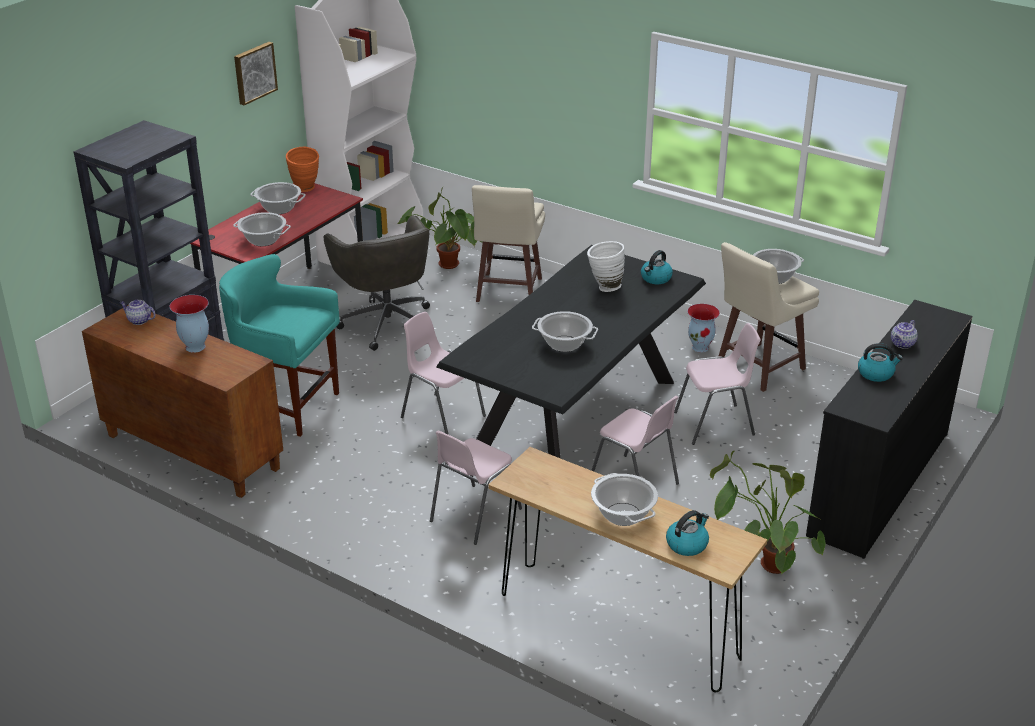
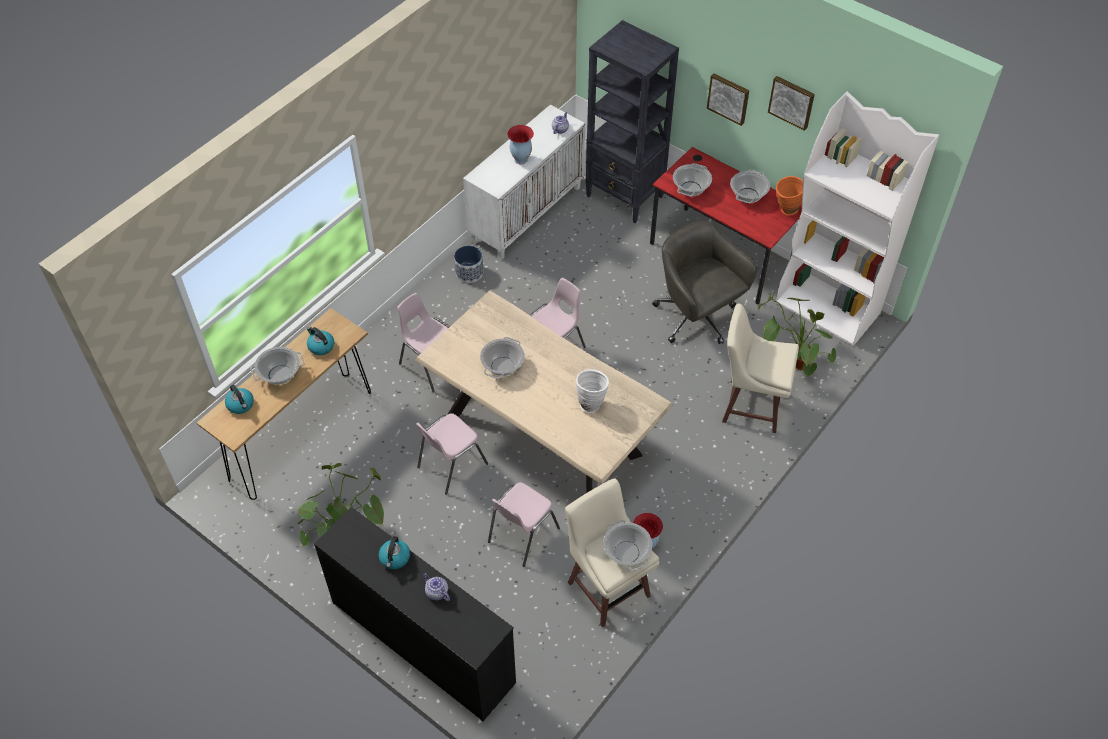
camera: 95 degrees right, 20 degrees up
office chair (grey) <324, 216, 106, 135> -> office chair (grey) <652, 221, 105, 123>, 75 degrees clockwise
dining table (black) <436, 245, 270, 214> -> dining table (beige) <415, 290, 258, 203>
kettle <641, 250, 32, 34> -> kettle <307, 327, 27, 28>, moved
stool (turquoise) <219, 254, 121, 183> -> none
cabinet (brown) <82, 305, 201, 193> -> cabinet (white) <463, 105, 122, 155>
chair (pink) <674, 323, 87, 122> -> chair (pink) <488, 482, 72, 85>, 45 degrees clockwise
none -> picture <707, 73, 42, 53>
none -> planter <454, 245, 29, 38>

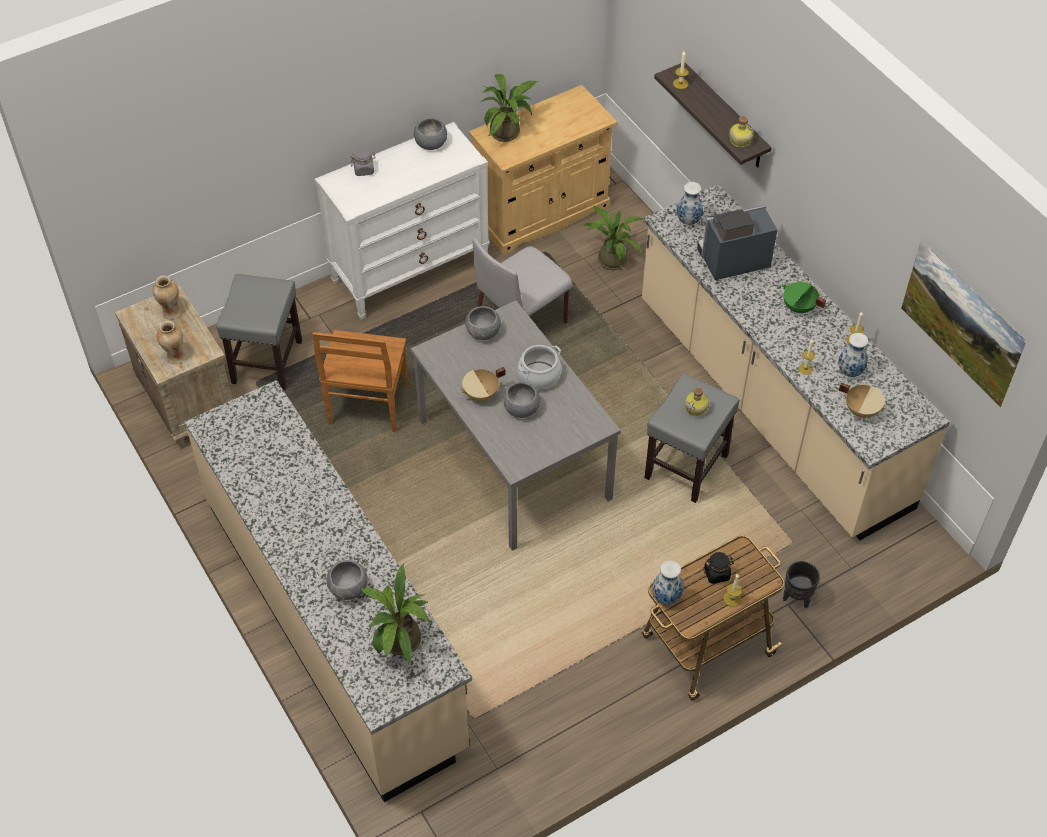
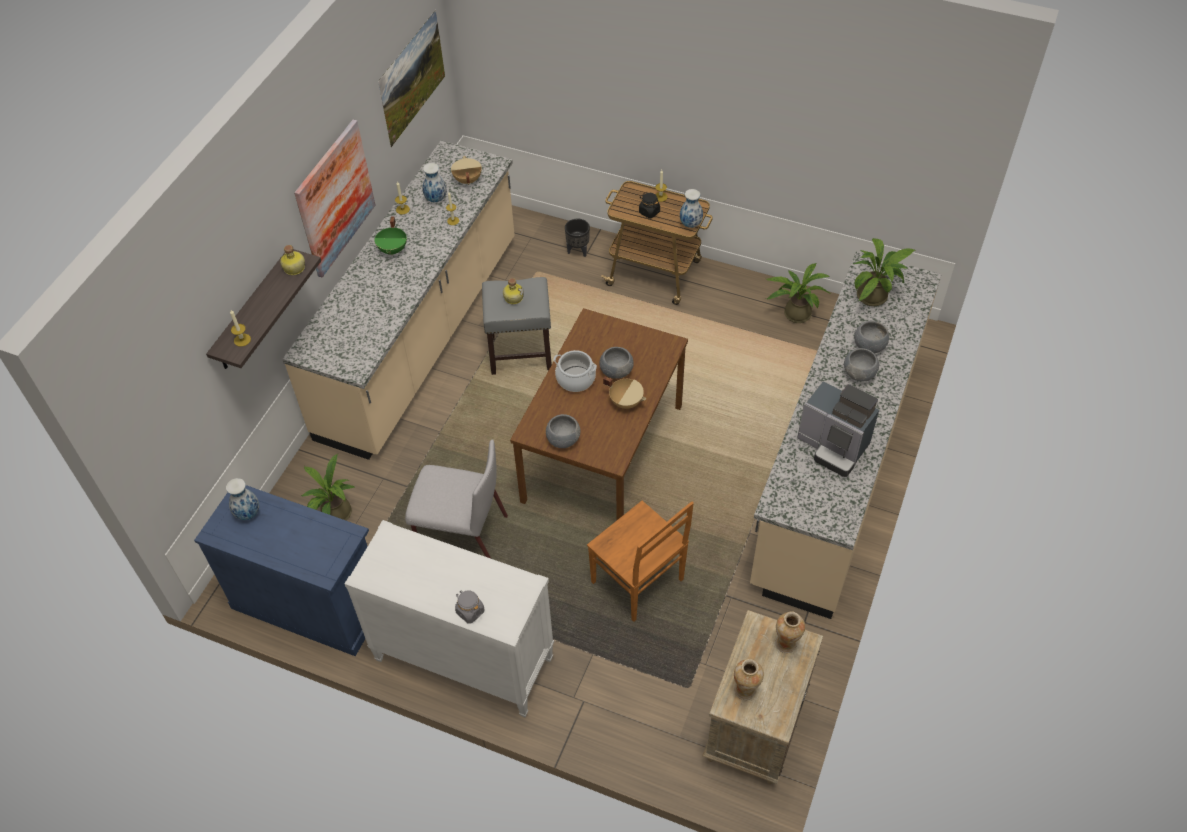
camera: 125 degrees left, 0 degrees up
potted plant <480, 74, 58, 68> -> potted plant <766, 263, 64, 60>, moved
cabinet (beige) <469, 85, 148, 170> -> cabinet (blue) <194, 485, 175, 171>
bowl (grey) <414, 118, 33, 32> -> bowl (grey) <844, 348, 35, 34>, moved
vase <677, 182, 26, 43> -> vase <226, 478, 33, 42>, moved
coffee machine <697, 205, 81, 75> -> coffee machine <797, 381, 82, 96>, moved
stool (grey) <216, 274, 86, 116> -> none
dining table (grey) <411, 300, 210, 251> -> dining table (brown) <510, 308, 178, 212>
chair (brown) <312, 330, 96, 102> -> chair (brown) <587, 501, 107, 121>, 75 degrees clockwise
none -> picture <294, 119, 82, 158>

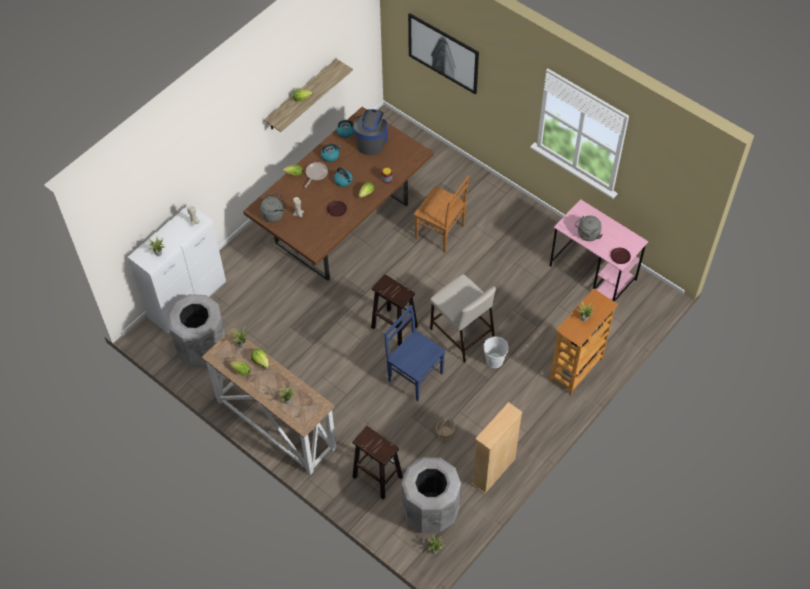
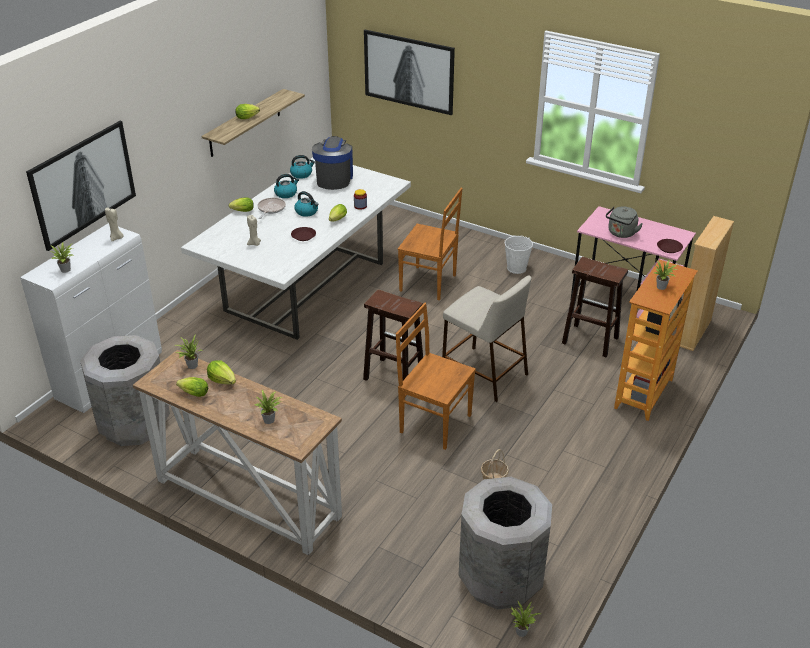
camera: 10 degrees left, 20 degrees down
dining table (brown) <243, 107, 190, 174> -> dining table (white) <181, 157, 230, 183>
kettle (grey) <260, 194, 26, 28> -> none
chair (blue) <384, 305, 61, 96> -> chair (brown) <396, 303, 80, 147>
bucket (white) <483, 336, 26, 32> -> bucket (white) <504, 235, 29, 39>, moved
bookcase (beige) <471, 402, 52, 92> -> bookcase (beige) <680, 216, 54, 135>, moved
stool (brown) <352, 426, 51, 74> -> stool (brown) <562, 257, 66, 100>, moved
none -> picture <26, 121, 110, 130>

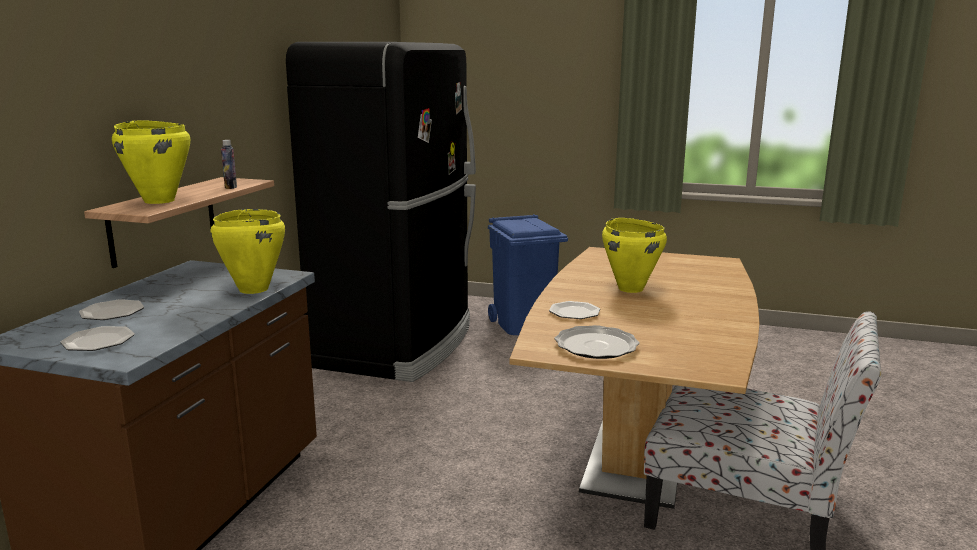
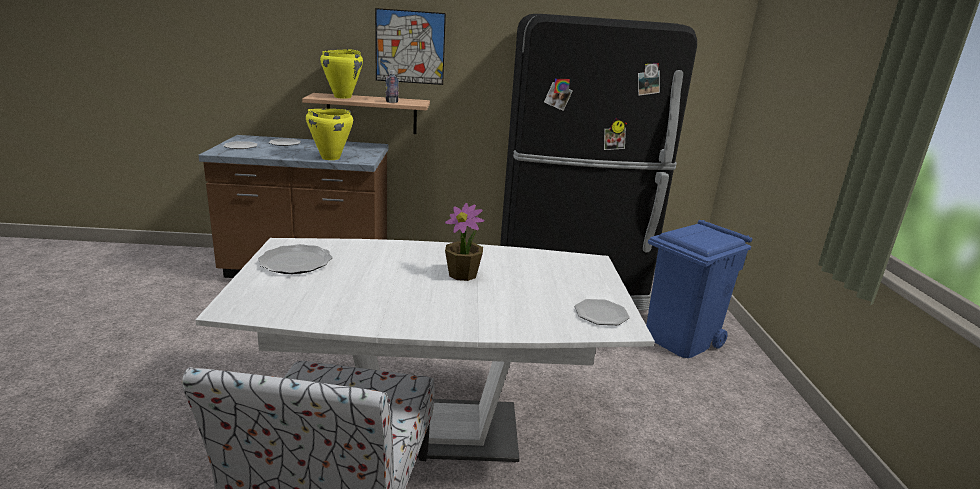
camera: 70 degrees right, 5 degrees up
cooking pot (yellow) <602, 218, 65, 75> -> potted plant <445, 203, 39, 78>
dining table (brown) <510, 247, 249, 262> -> dining table (white) <195, 238, 460, 224>
plate <549, 301, 51, 18> -> plate <575, 299, 55, 26>, moved
none -> picture <375, 8, 71, 77>

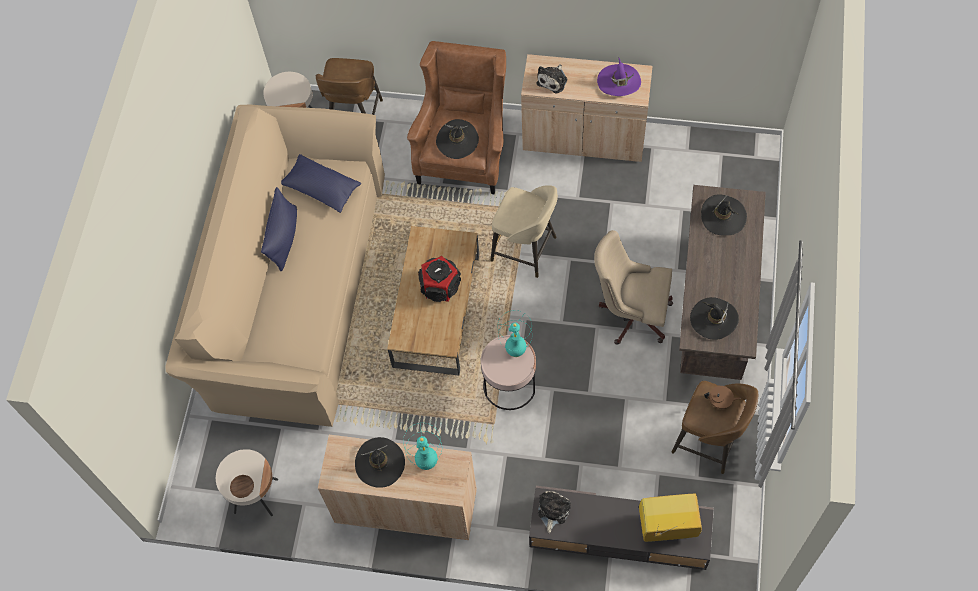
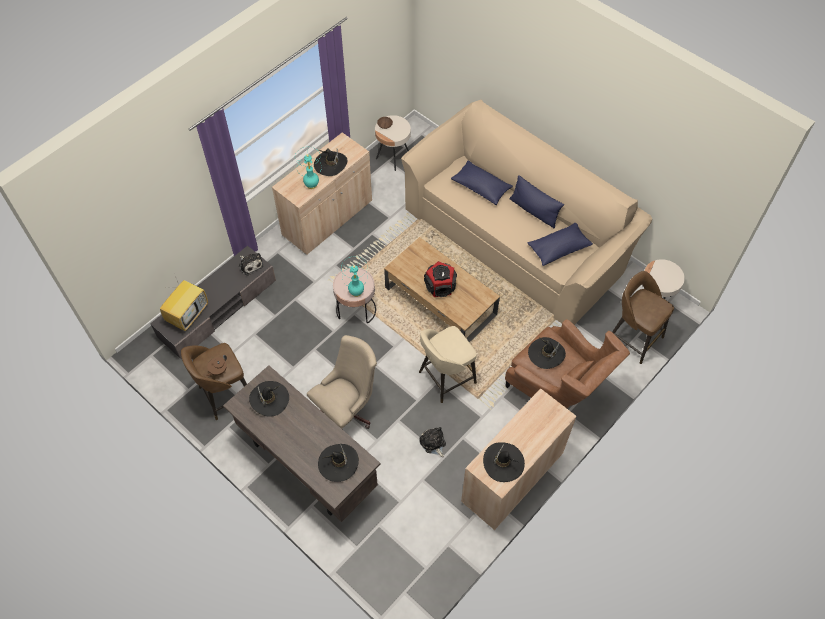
camera: 120 degrees right, 5 degrees down
hat (purple) <597, 57, 44, 39> -> hat (black) <483, 442, 42, 40>
plush toy <536, 64, 31, 30> -> plush toy <419, 427, 27, 30>, moved
none -> pillow (blue) <451, 160, 62, 45>

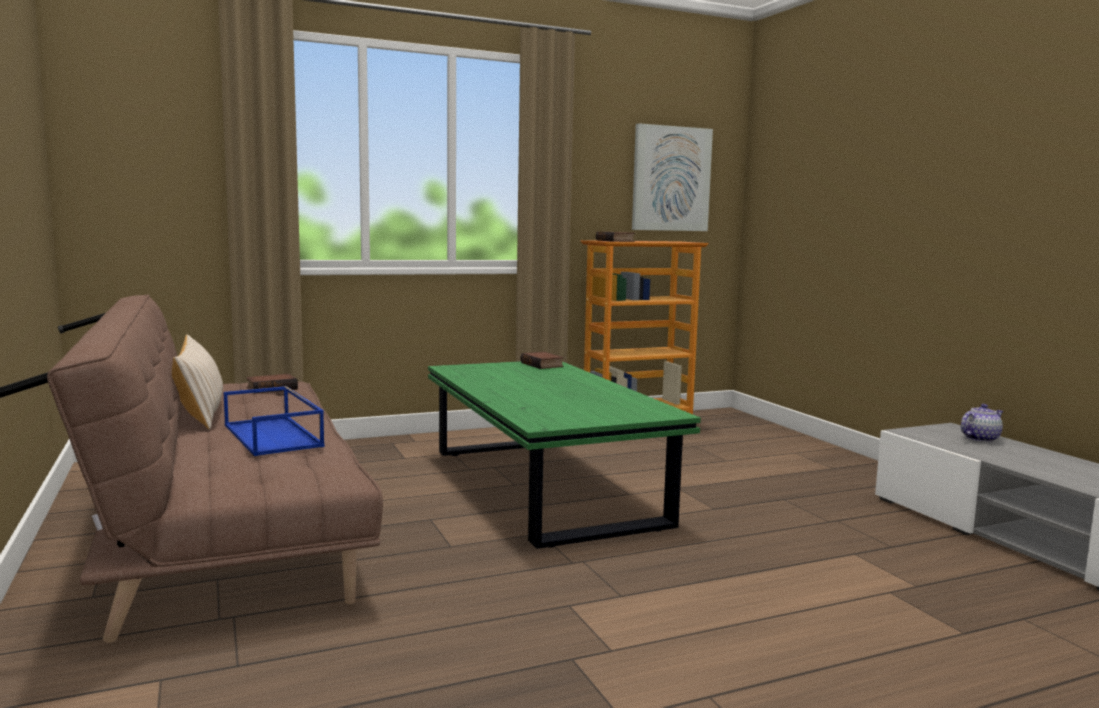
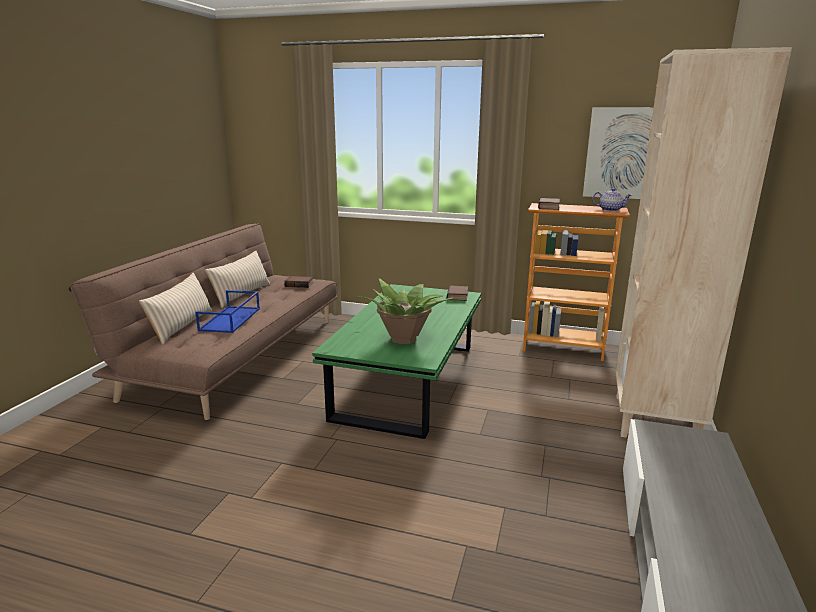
camera: 40 degrees right, 10 degrees up
teapot <961, 404, 42, 38> -> teapot <592, 188, 39, 24>, moved
none -> bookcase (beige) <615, 47, 177, 391>
none -> pillow (beige) <139, 273, 73, 71>
none -> potted plant <358, 278, 95, 66>

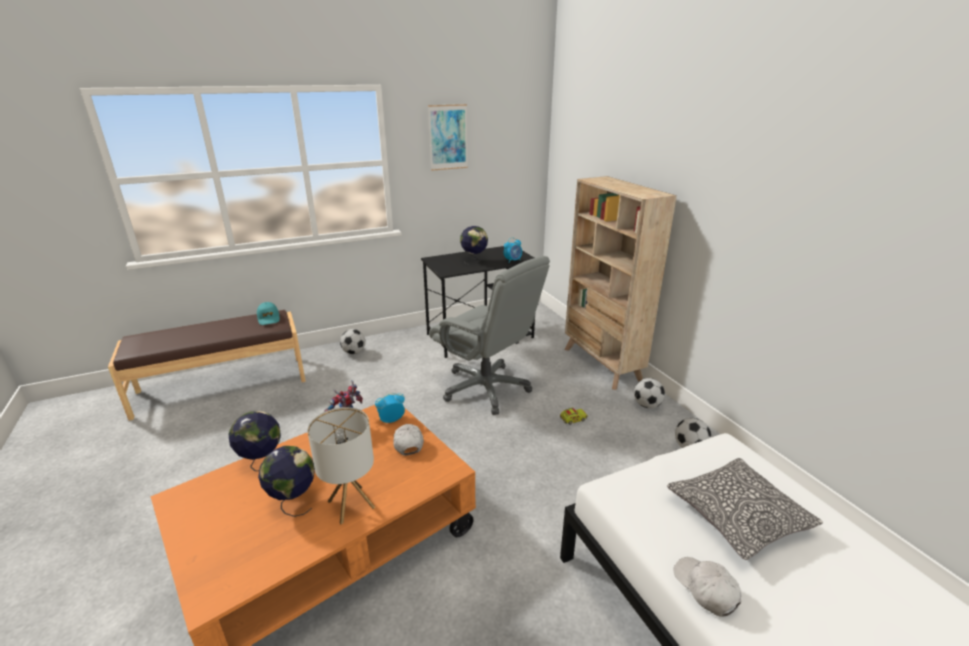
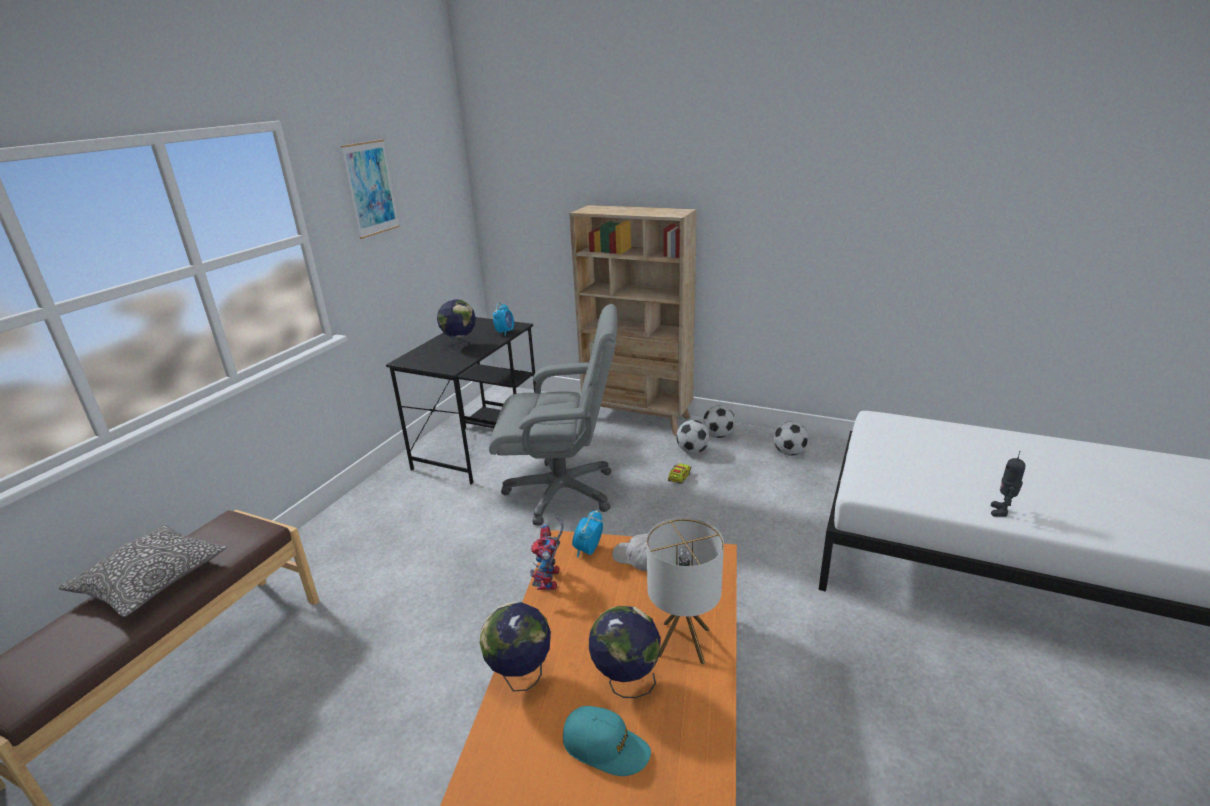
camera: 40 degrees left, 0 degrees up
cap (turquoise) <257, 302, 23, 23> -> cap (turquoise) <563, 706, 88, 70>, moved
football <340, 329, 26, 25> -> football <676, 420, 34, 34>, moved
pillow <667, 458, 156, 102> -> pillow <59, 524, 167, 93>, moved
cap (white) <674, 557, 67, 60> -> toy robot <991, 451, 34, 66>

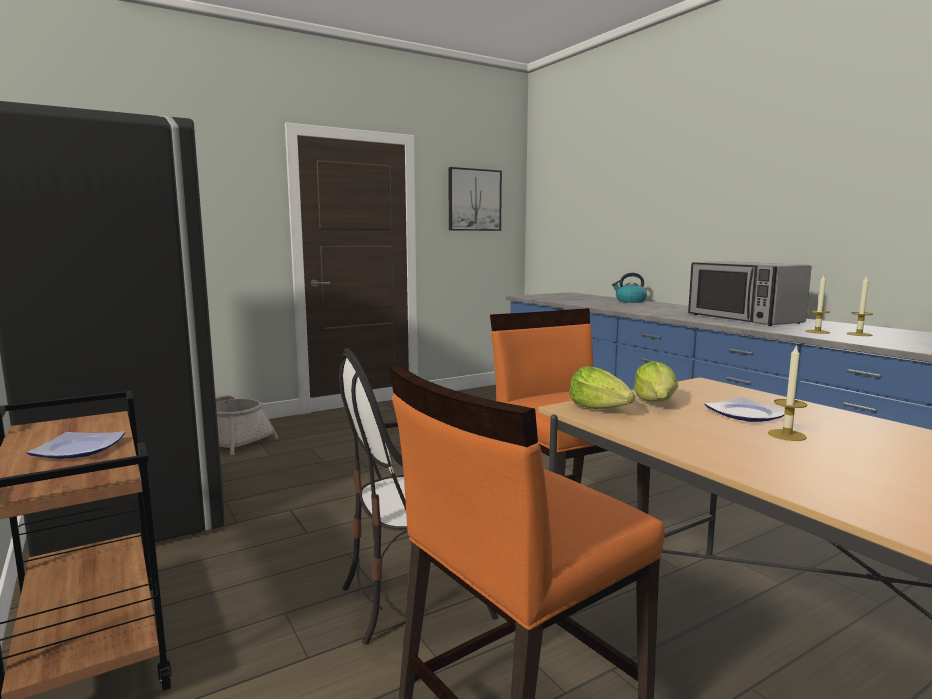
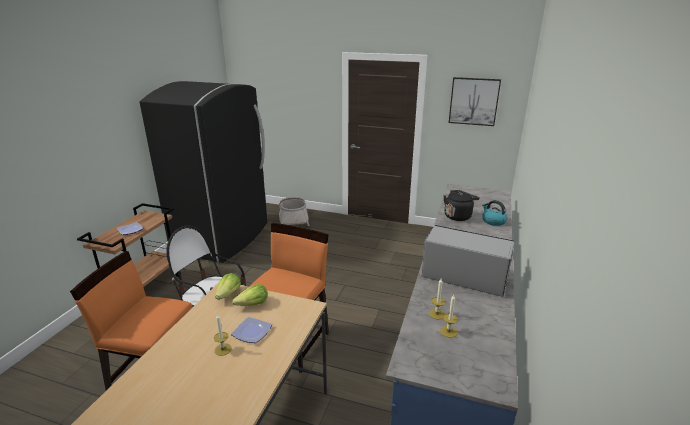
camera: 50 degrees right, 15 degrees up
microwave <688, 261, 124, 65> -> microwave <422, 225, 93, 72>, 90 degrees clockwise
none -> kettle (black) <444, 190, 36, 31>

